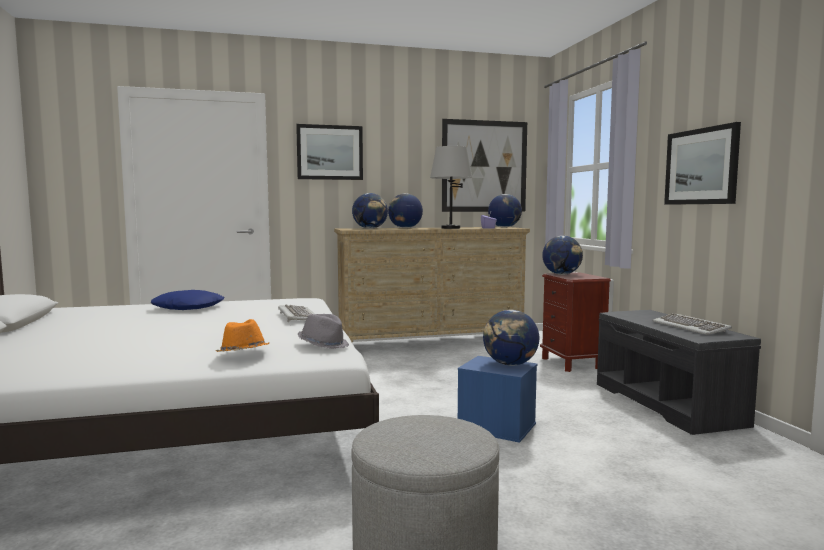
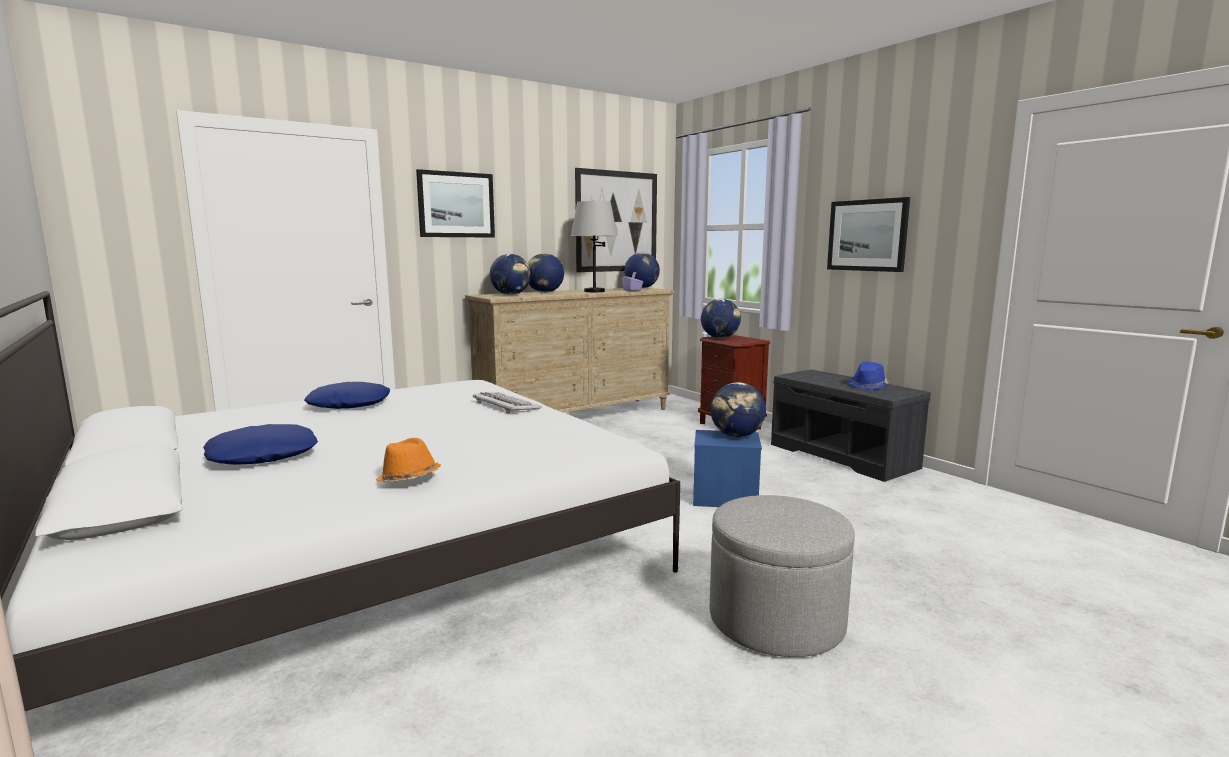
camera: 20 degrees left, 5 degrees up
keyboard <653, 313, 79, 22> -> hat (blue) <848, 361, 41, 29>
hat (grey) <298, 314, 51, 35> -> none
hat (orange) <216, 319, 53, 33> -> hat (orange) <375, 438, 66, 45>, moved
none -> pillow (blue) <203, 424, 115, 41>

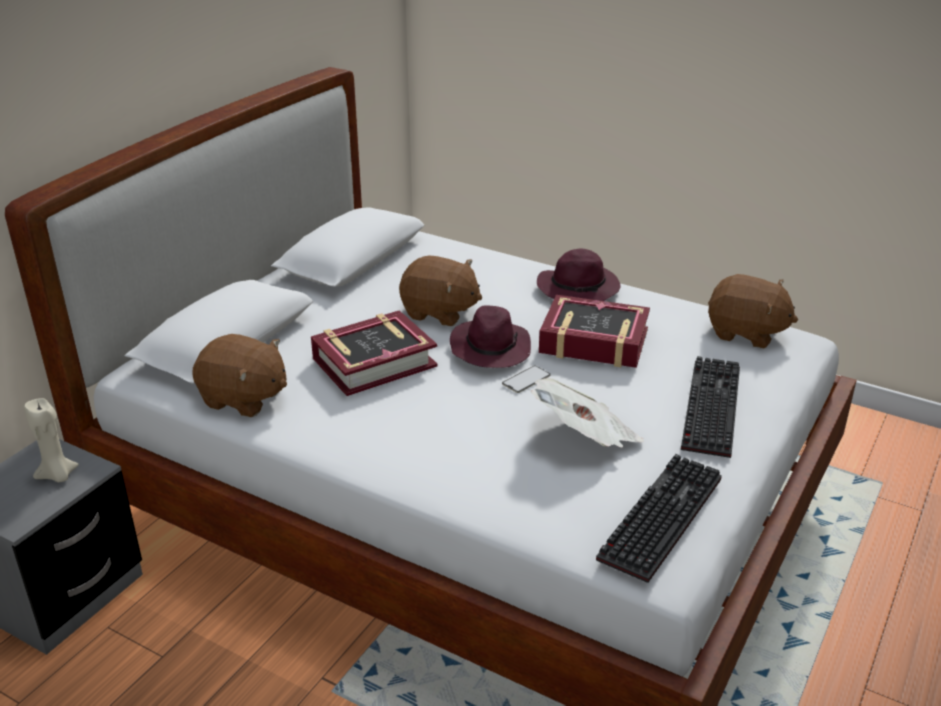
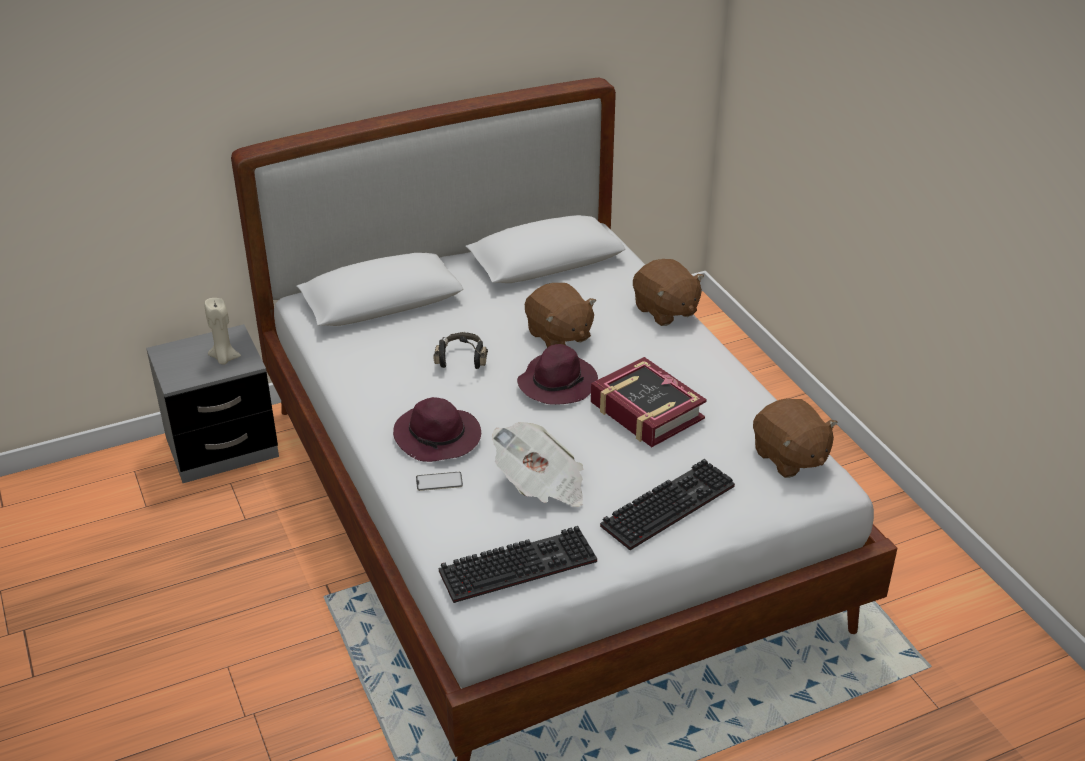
camera: 35 degrees right, 5 degrees up
hat (purple) <537, 248, 84, 53> -> hat (purple) <393, 397, 88, 65>, moved
book <311, 310, 127, 86> -> headphones (black) <433, 332, 55, 37>
plush toy (brown) <192, 334, 95, 83> -> plush toy (brown) <633, 259, 71, 67>, moved
phone <502, 366, 48, 27> -> phone <416, 472, 47, 19>, moved

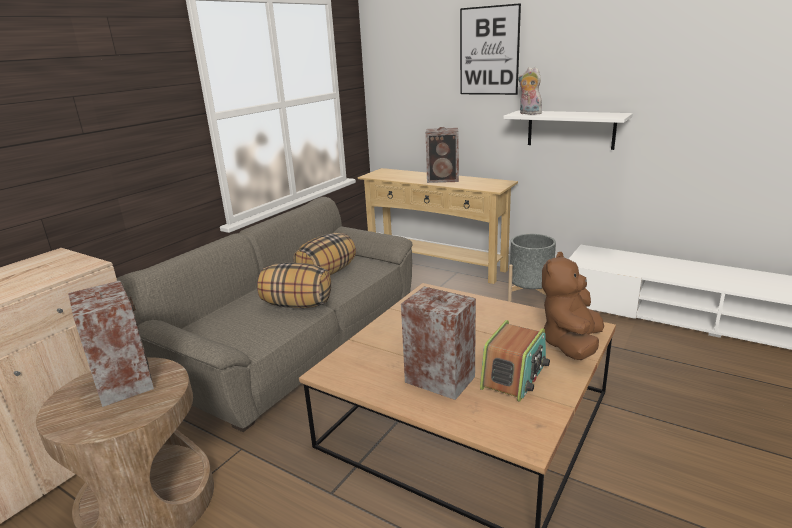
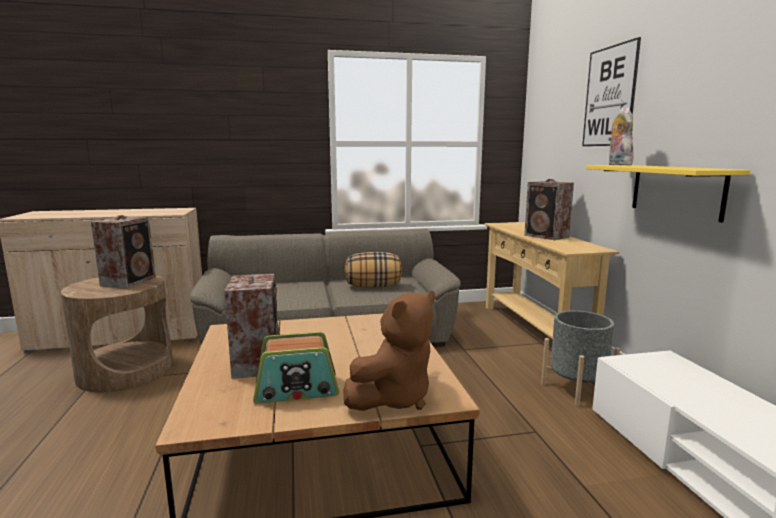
camera: 45 degrees right, 10 degrees down
shelf (white) <503, 111, 130, 39> -> shelf (yellow) <586, 165, 164, 58>
plush toy (brown) <542, 252, 62, 108> -> plush toy (brown) <343, 291, 92, 120>, 150 degrees clockwise
pillow <257, 263, 74, 45> -> none

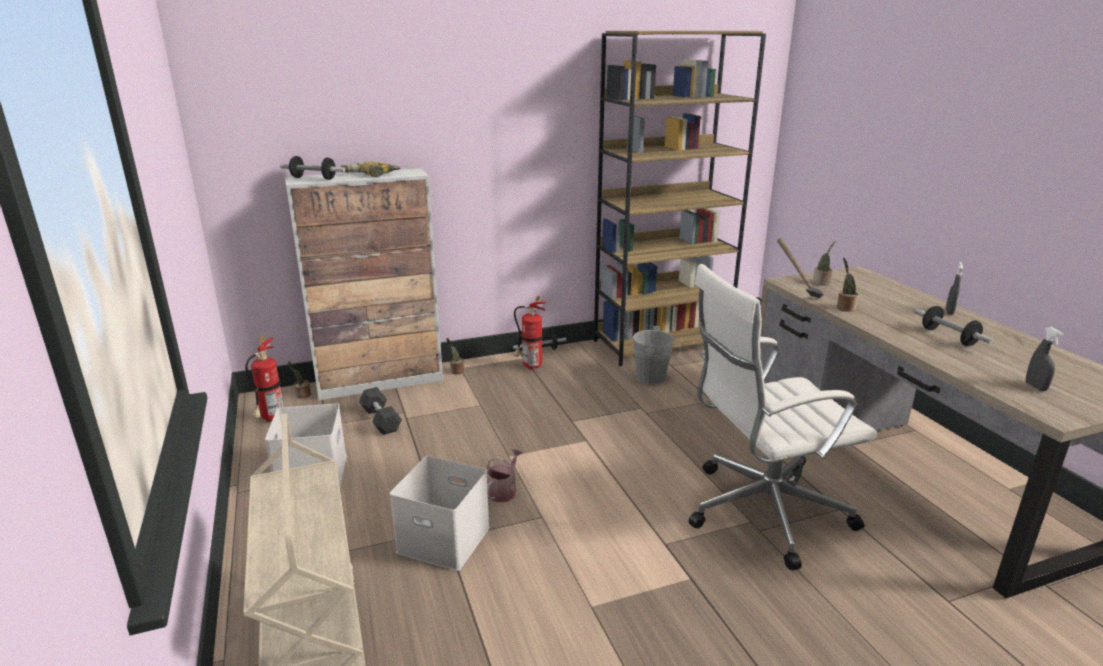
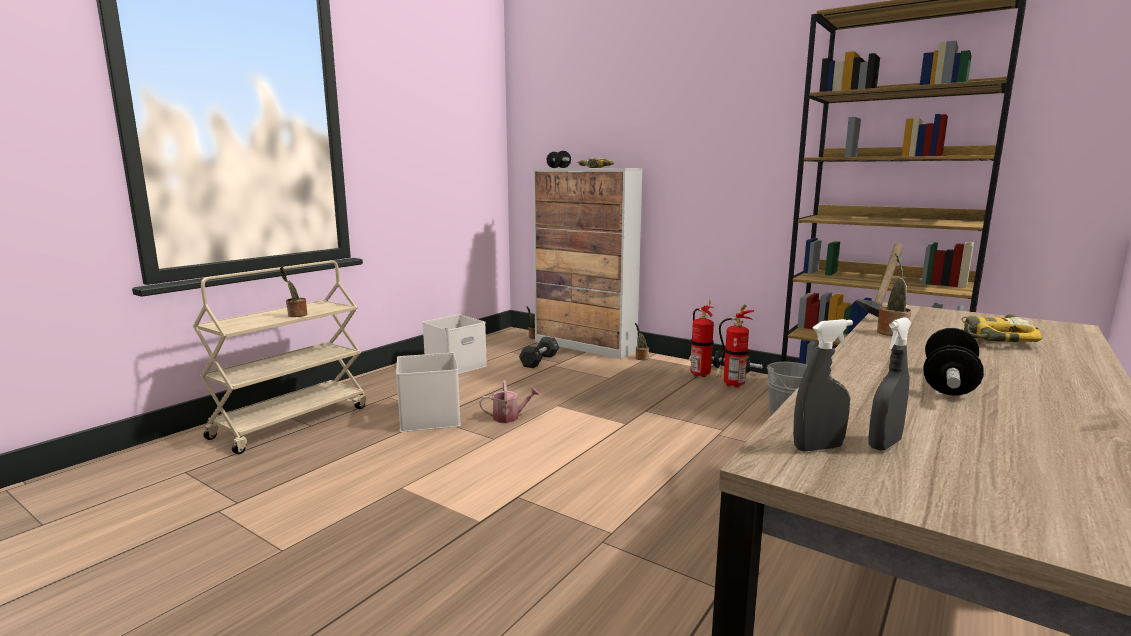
camera: 55 degrees right, 10 degrees down
potted plant <813, 241, 23, 45> -> potted plant <280, 266, 27, 51>, moved
spray bottle (grey) <946, 262, 17, 53> -> spray bottle (grey) <793, 319, 60, 132>, moved
office chair (white) <688, 264, 189, 306> -> none
fire extinguisher <245, 335, 39, 87> -> fire extinguisher <714, 304, 40, 84>, moved
none -> power drill <961, 314, 81, 28>

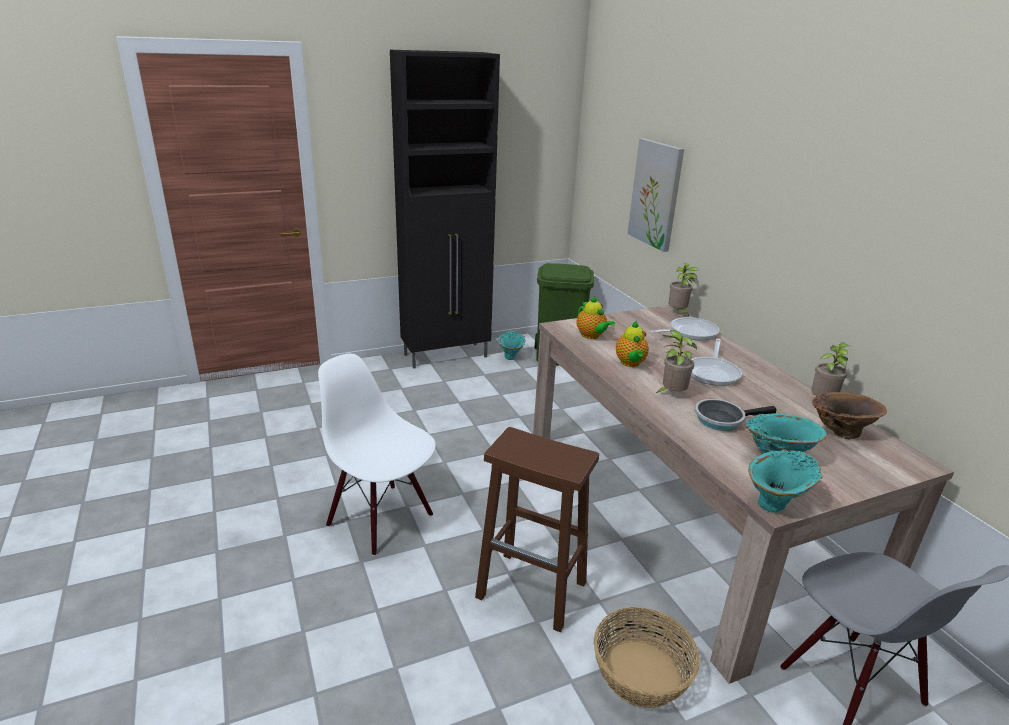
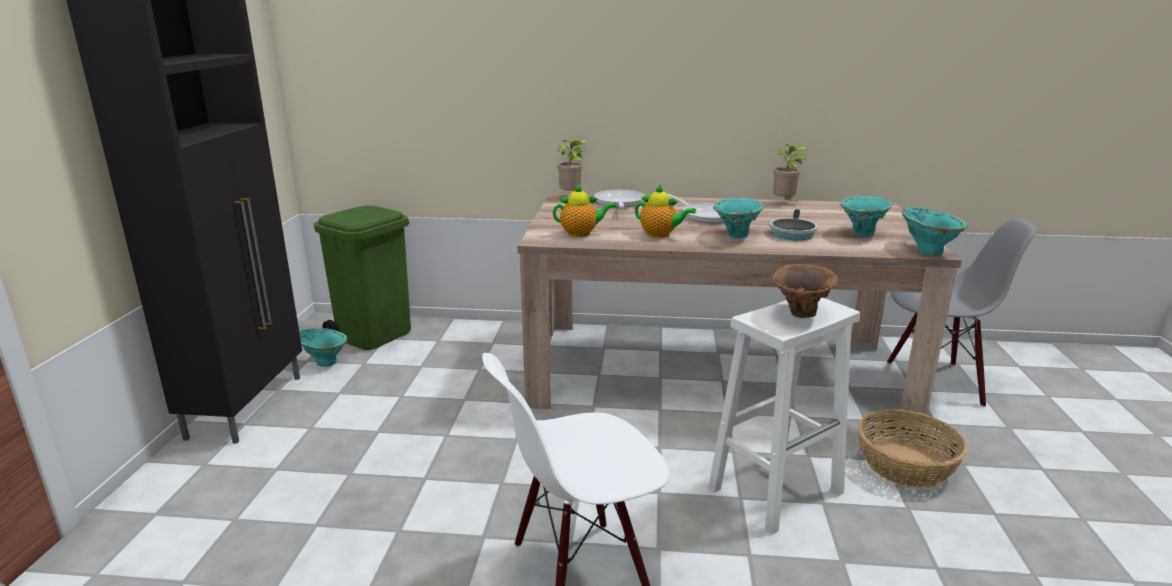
camera: 60 degrees left, 5 degrees down
picture <627, 138, 57, 114> -> none
potted plant <656, 330, 41, 63> -> vase (turquoise) <713, 198, 51, 40>
vase (brown) <812, 392, 75, 47> -> vase (brown) <773, 264, 65, 54>, moved
stool (brown) <475, 427, 124, 205> -> stool (white) <708, 298, 152, 236>

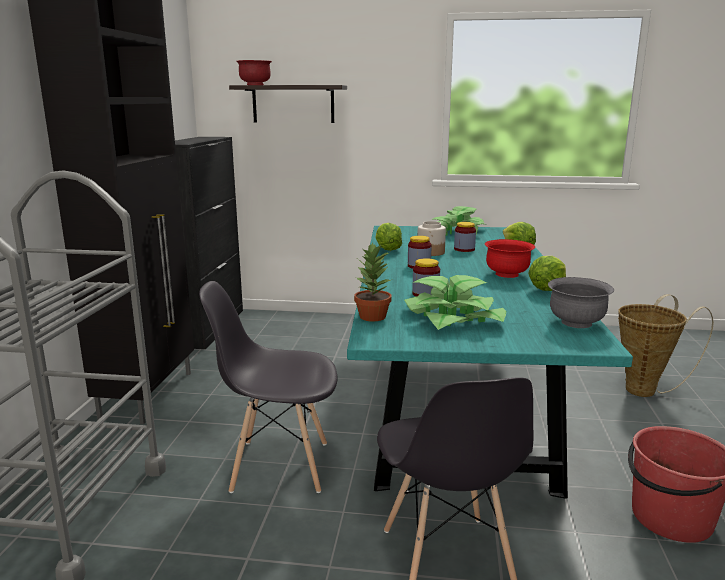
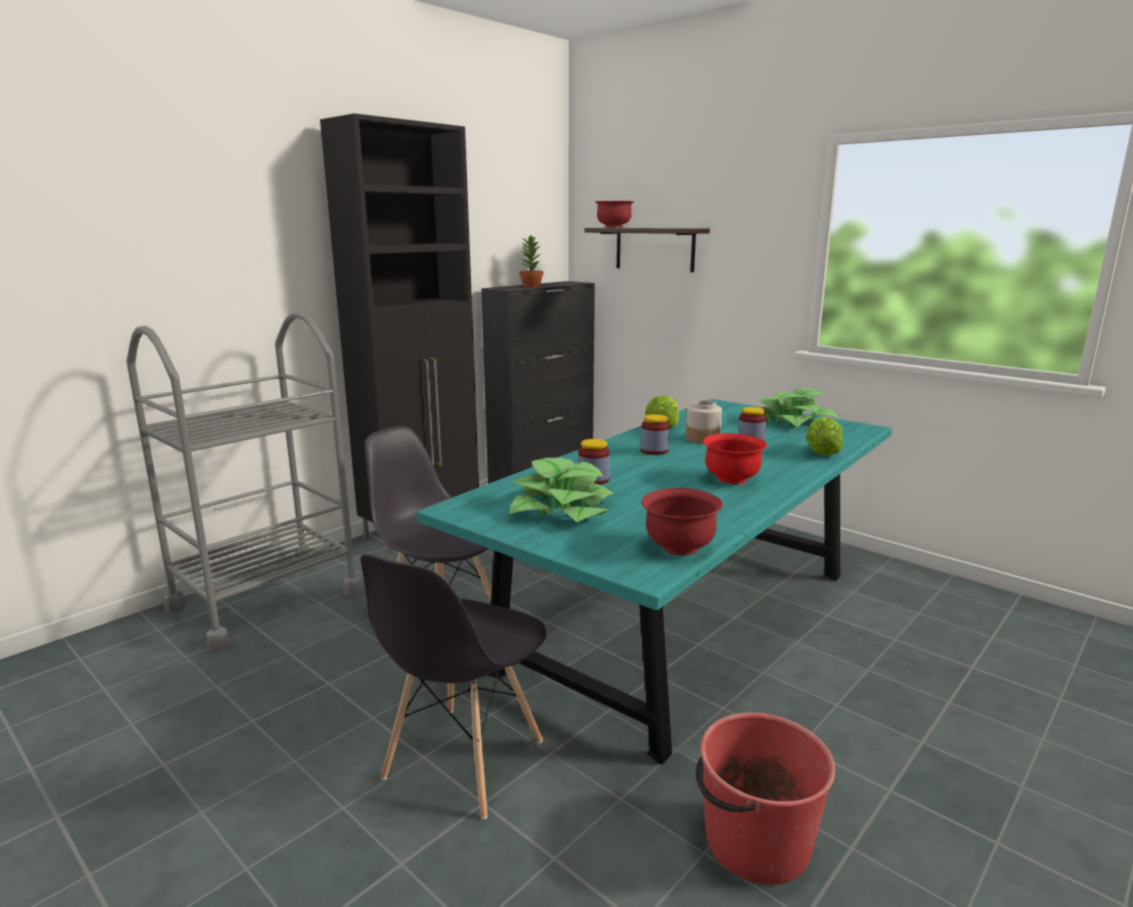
camera: 35 degrees right, 0 degrees up
potted plant <354, 242, 38, 80> -> potted plant <519, 236, 24, 51>, moved
lettuce <528, 256, 38, 35> -> none
bowl (grey) <548, 277, 66, 51> -> bowl (red) <641, 488, 82, 68>
basket <618, 294, 96, 103> -> none

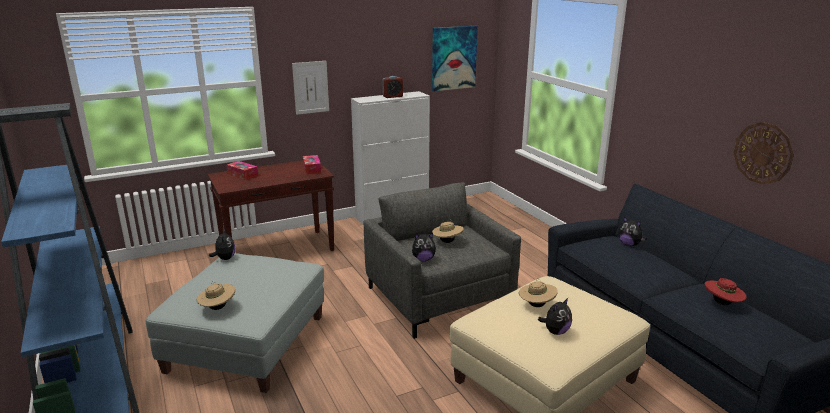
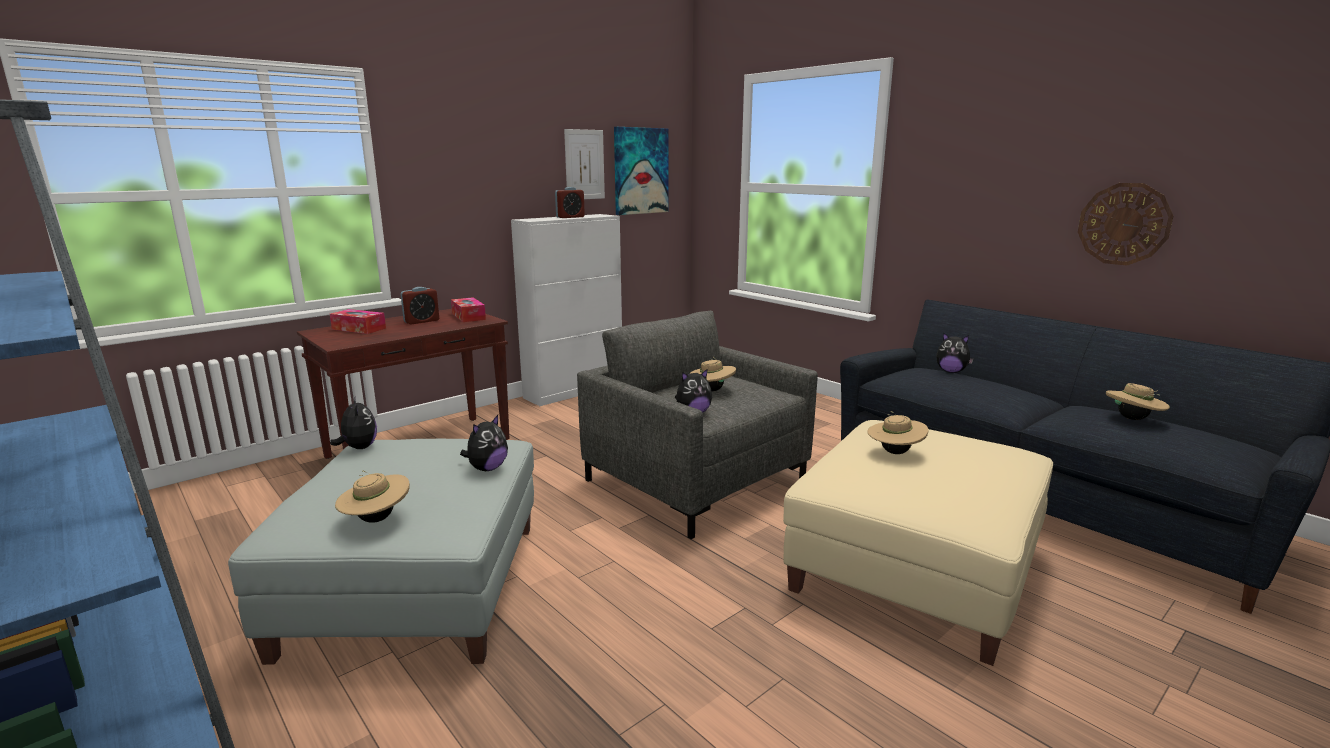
camera: 15 degrees left, 5 degrees down
picture <292, 61, 37, 54> -> picture <564, 129, 41, 70>, moved
hat (red) <704, 278, 43, 27> -> hat (beige) <1106, 383, 64, 37>
plush toy <538, 298, 34, 37> -> plush toy <460, 415, 48, 56>, moved
none -> alarm clock <401, 287, 38, 38>

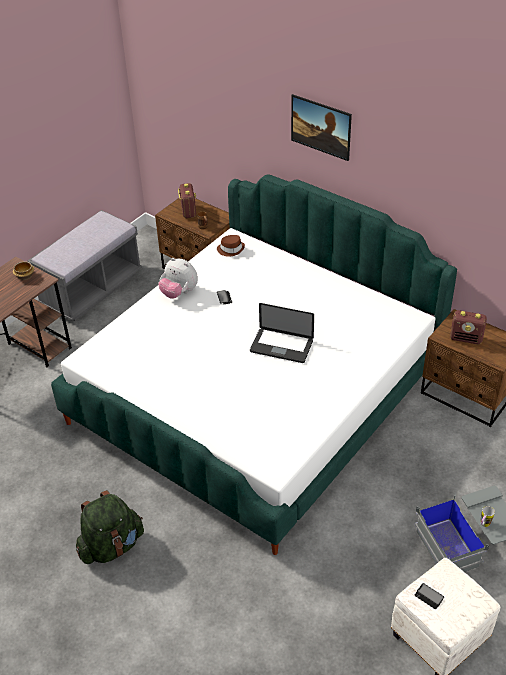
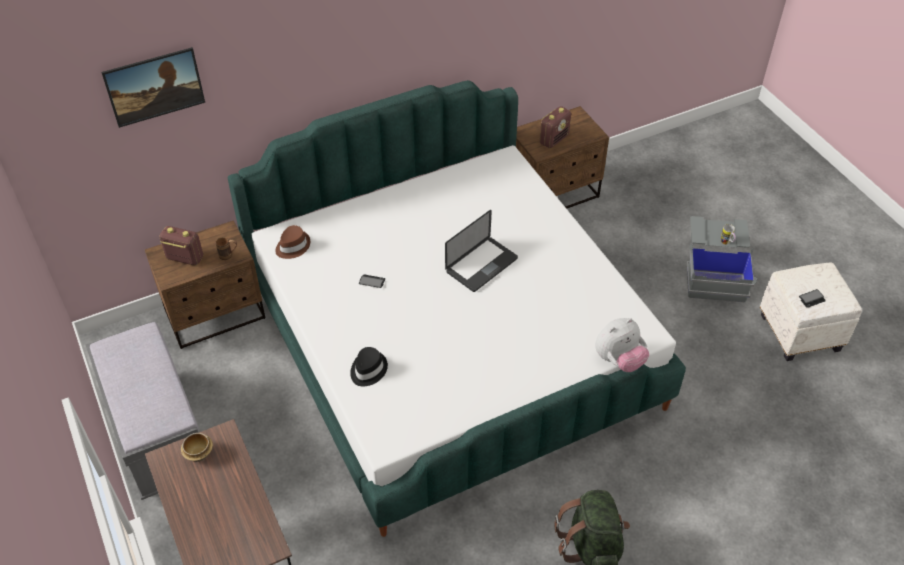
camera: 65 degrees left, 5 degrees up
picture <291, 94, 61, 67> -> picture <101, 47, 104, 81>, moved
plush toy <158, 258, 40, 41> -> plush toy <595, 318, 54, 54>, moved
none -> hat (black) <350, 347, 38, 39>

